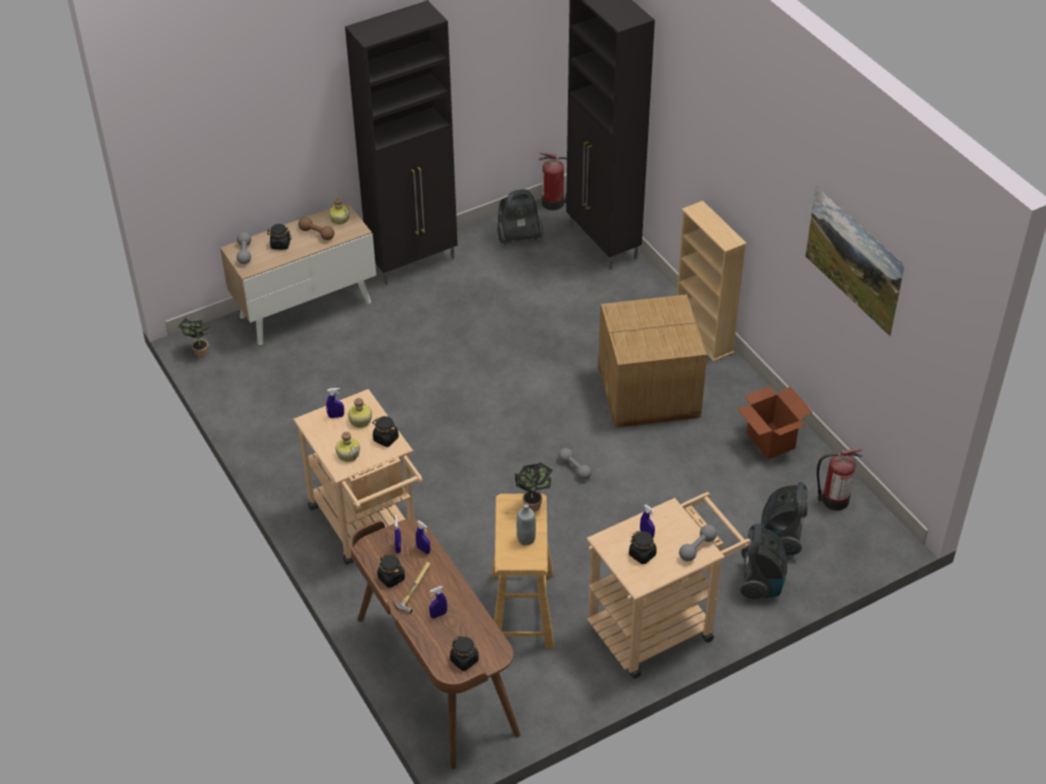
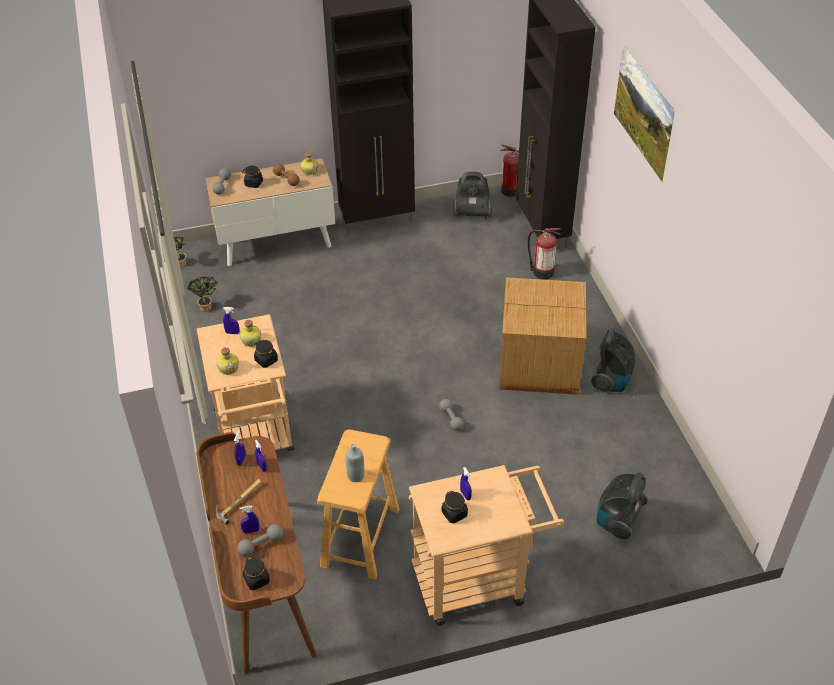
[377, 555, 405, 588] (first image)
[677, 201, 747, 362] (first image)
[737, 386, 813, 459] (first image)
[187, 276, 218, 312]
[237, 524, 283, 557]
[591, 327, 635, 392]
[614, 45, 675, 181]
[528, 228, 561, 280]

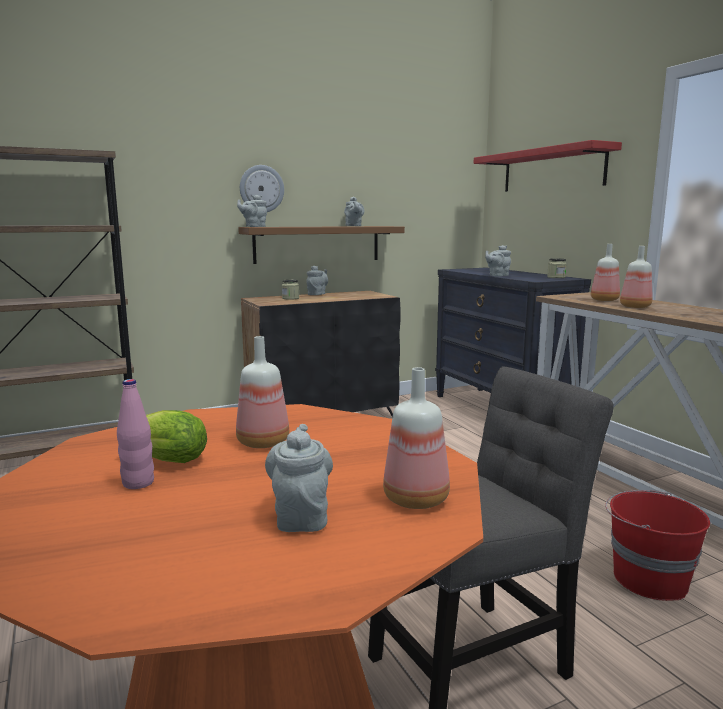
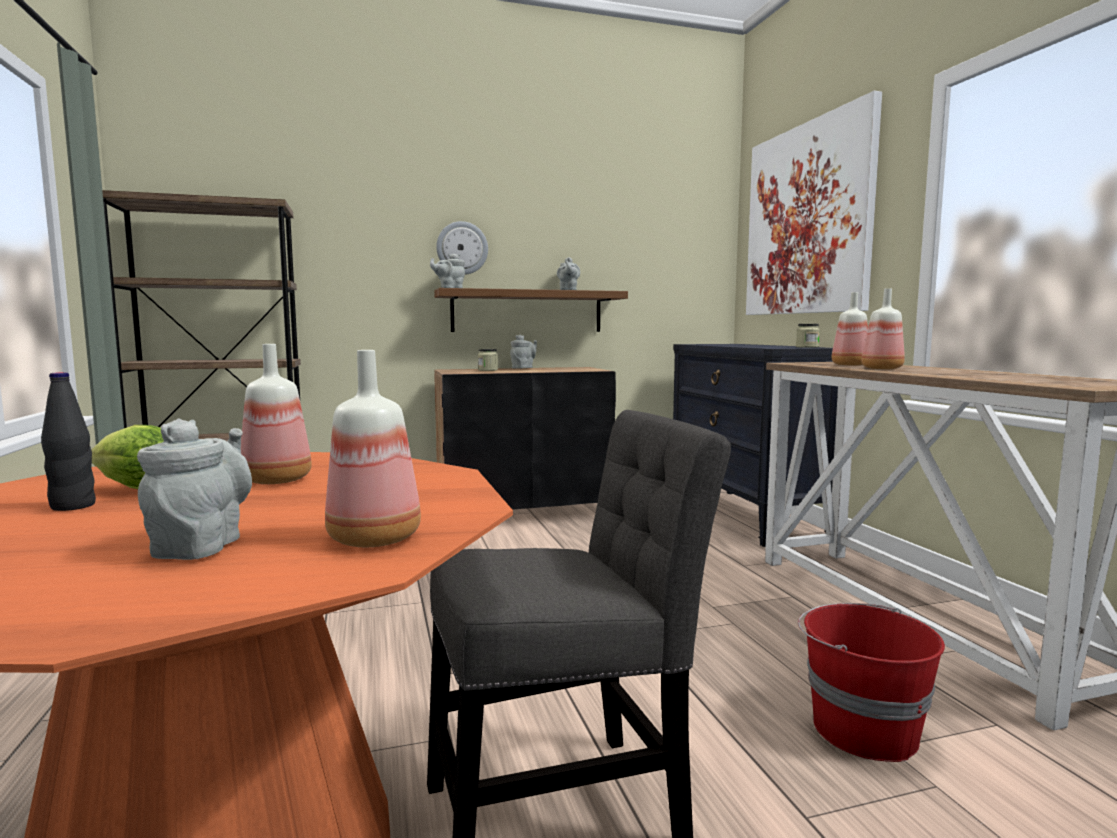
[485, 245, 511, 277] (first image)
[746, 91, 882, 315]
[41, 372, 96, 511]

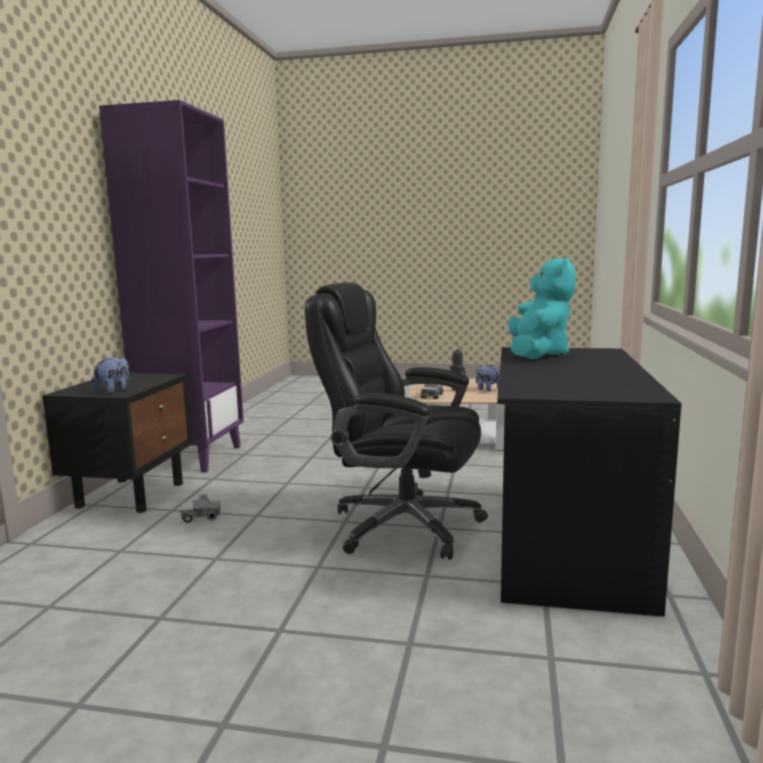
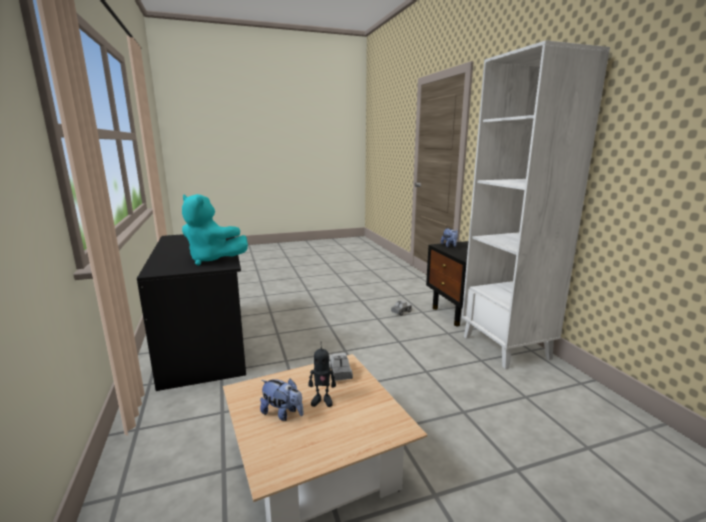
[305, 282, 488, 560] (first image)
[462, 40, 610, 369]
[182, 194, 248, 266]

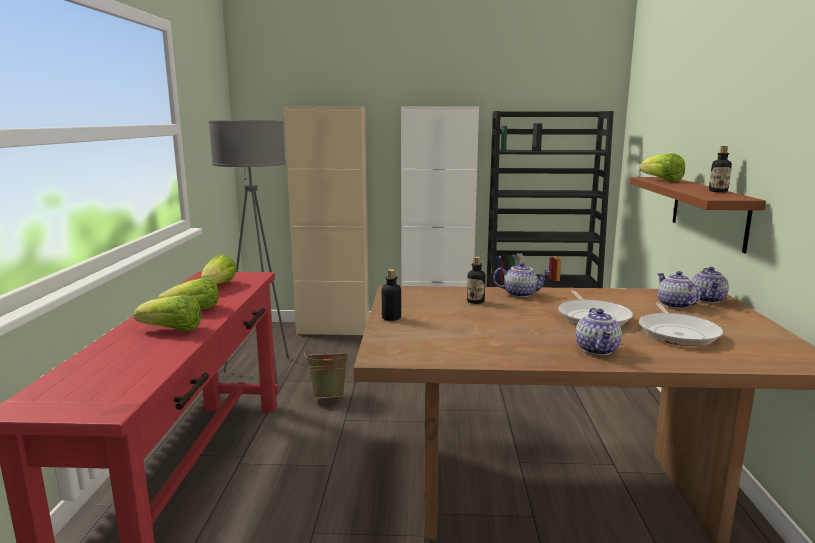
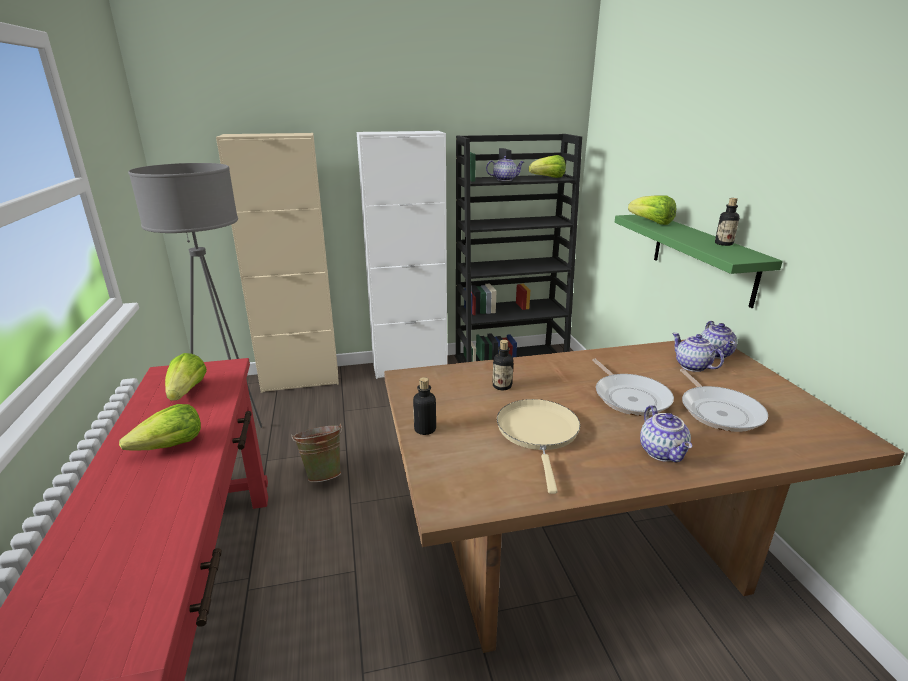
[497, 399, 580, 494]
[529, 155, 566, 178]
[486, 156, 524, 181]
[615, 215, 783, 308]

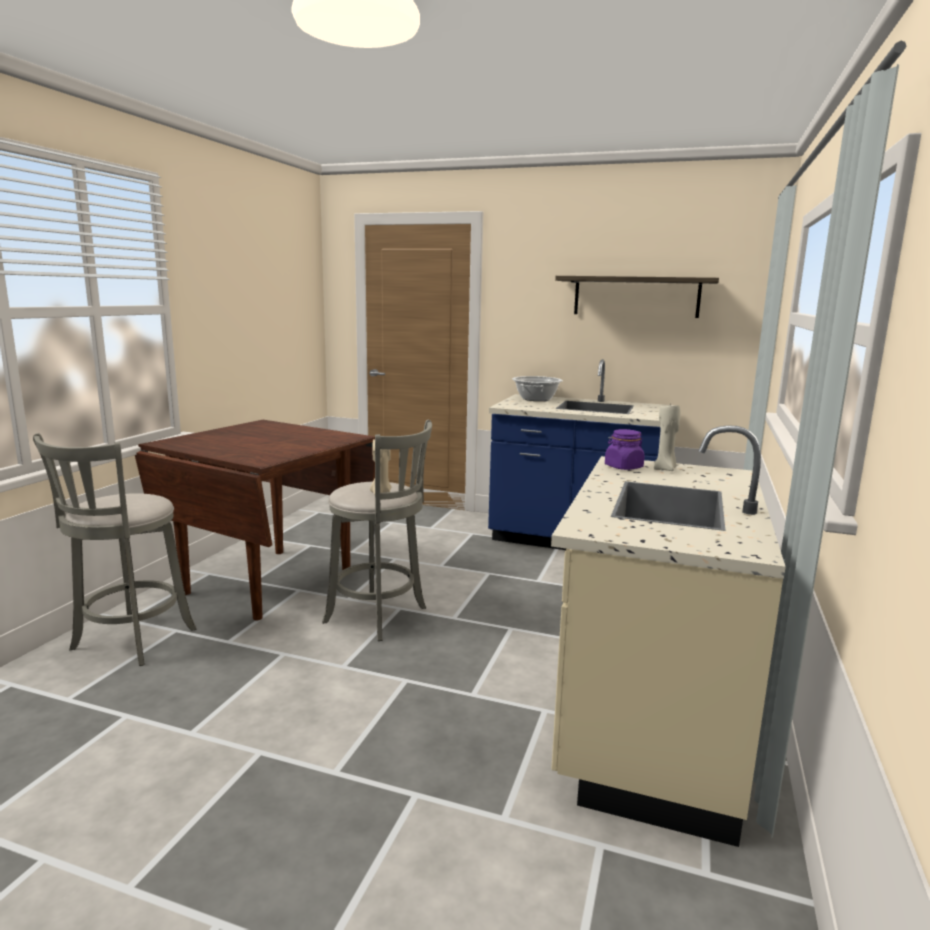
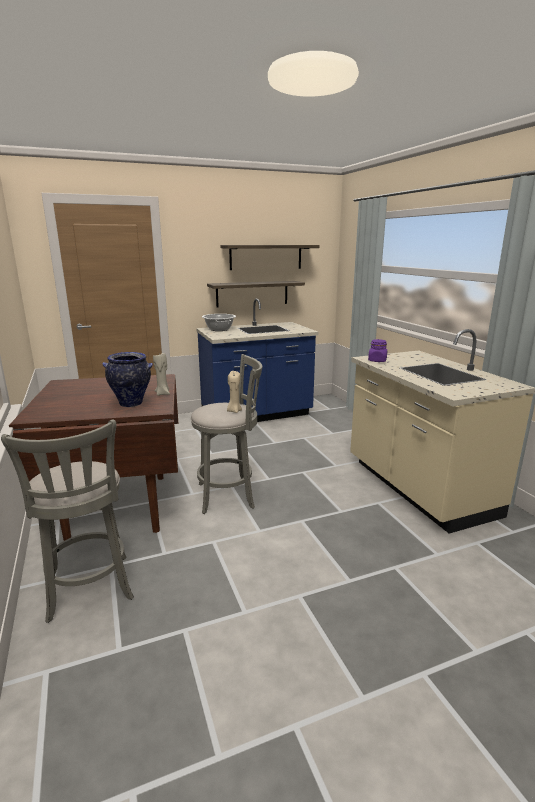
[103, 352, 153, 407]
[207, 281, 305, 307]
[153, 353, 170, 396]

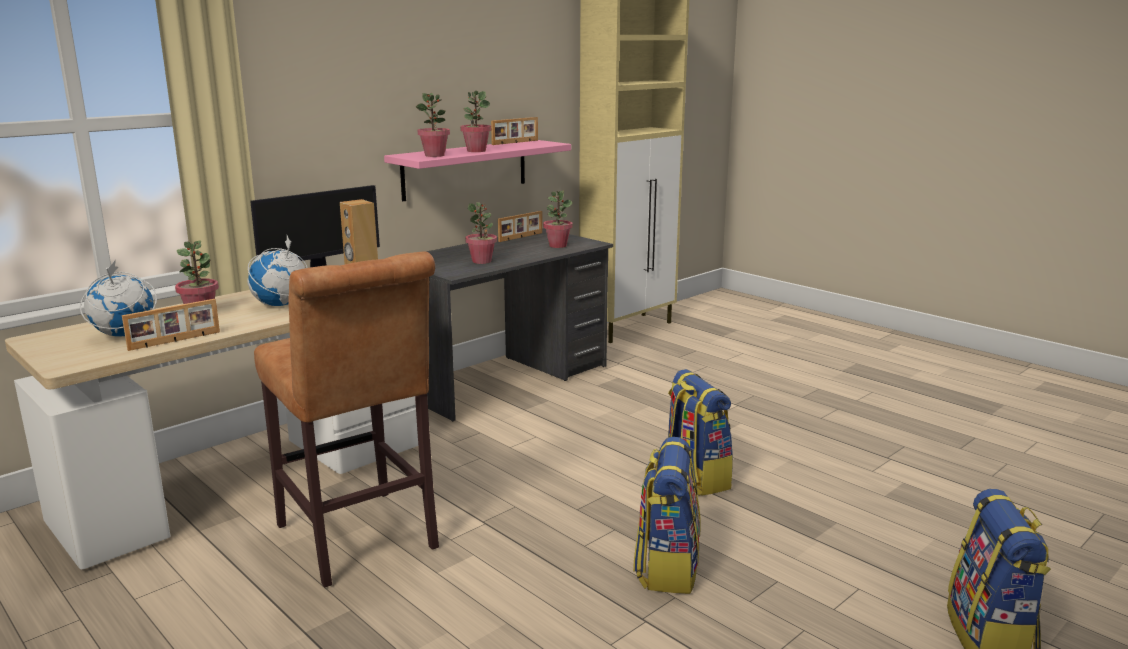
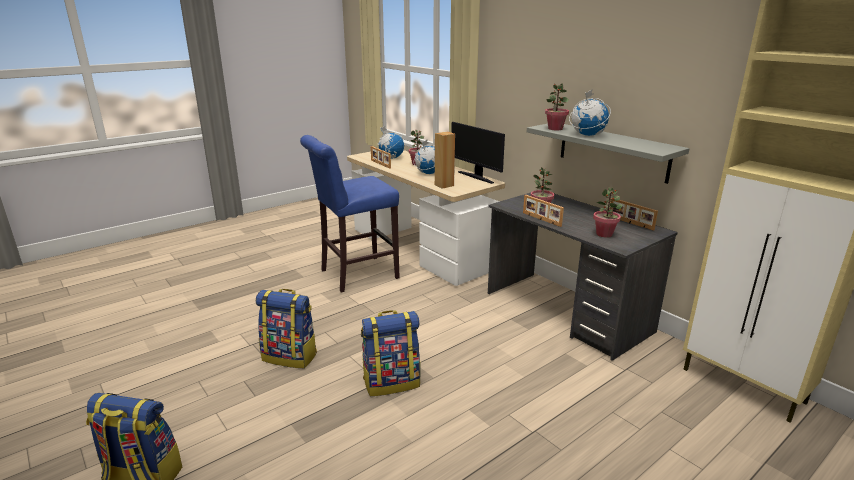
[523, 195, 564, 227]
[569, 89, 611, 136]
[300, 135, 400, 293]
[527, 124, 690, 184]

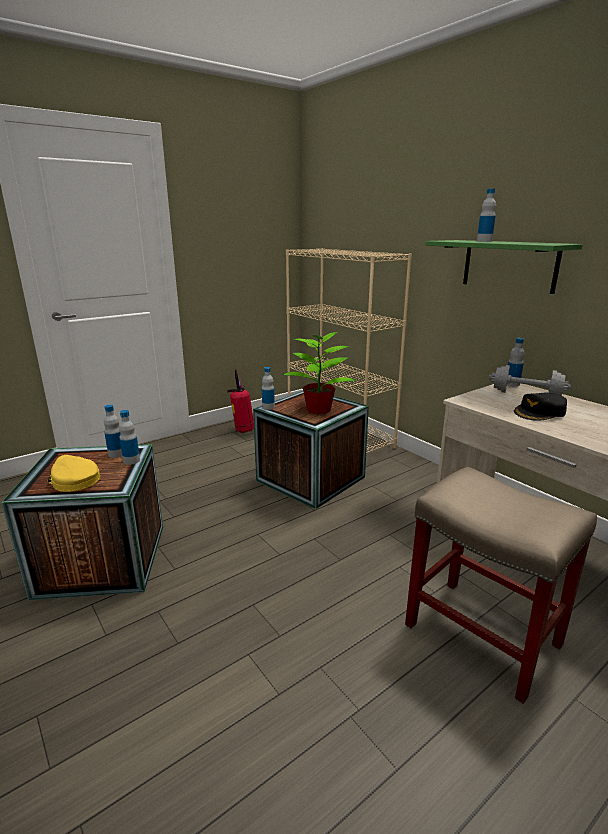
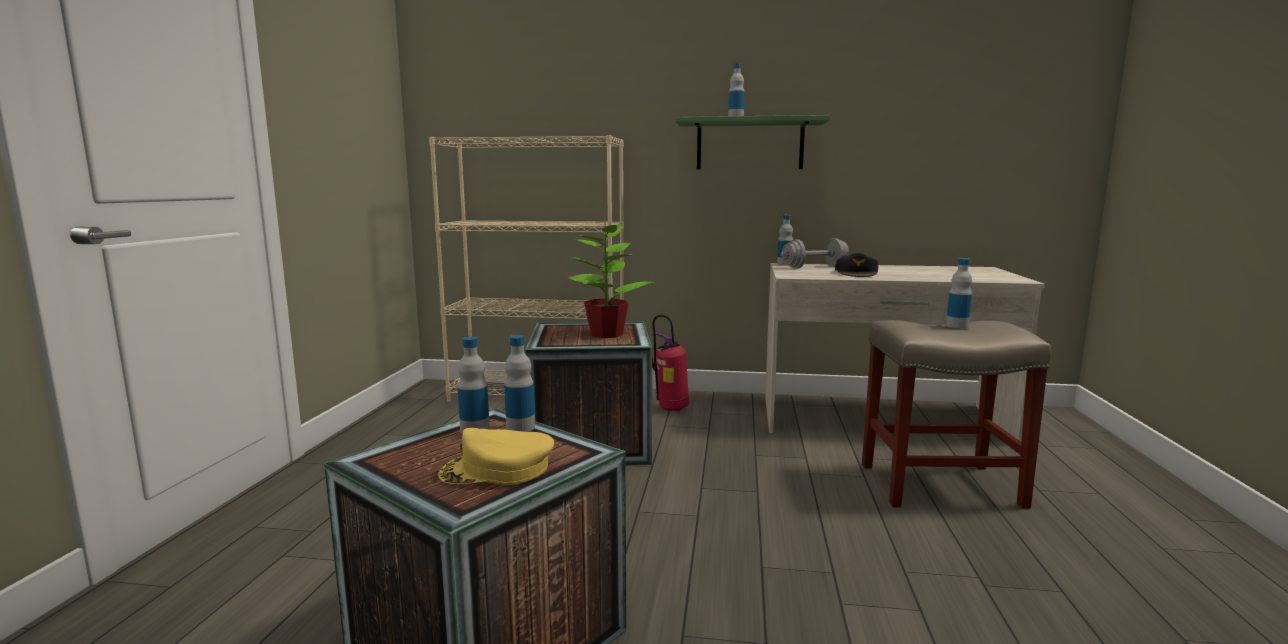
[652, 314, 689, 412]
[946, 258, 972, 328]

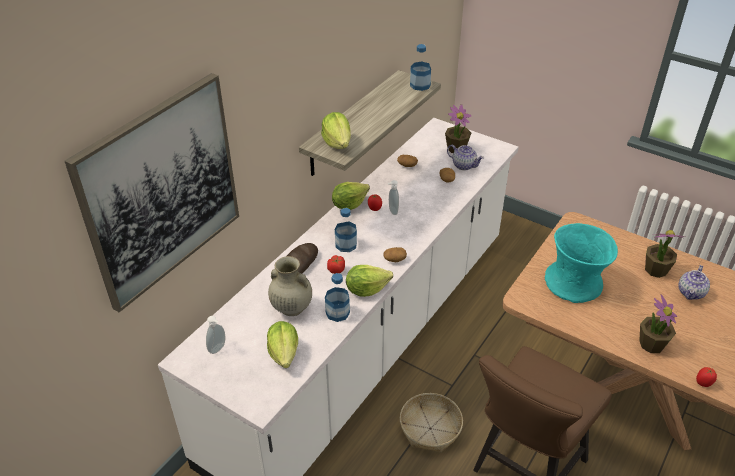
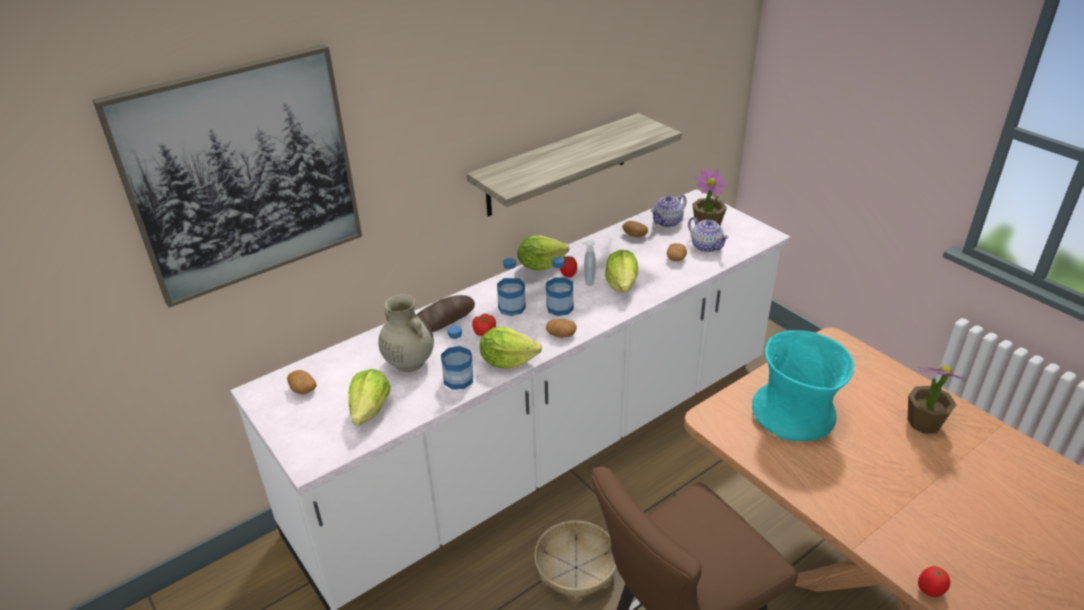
[639, 294, 677, 353] (first image)
[605, 250, 638, 292]
[546, 257, 574, 316]
[651, 194, 686, 227]
[287, 370, 316, 394]

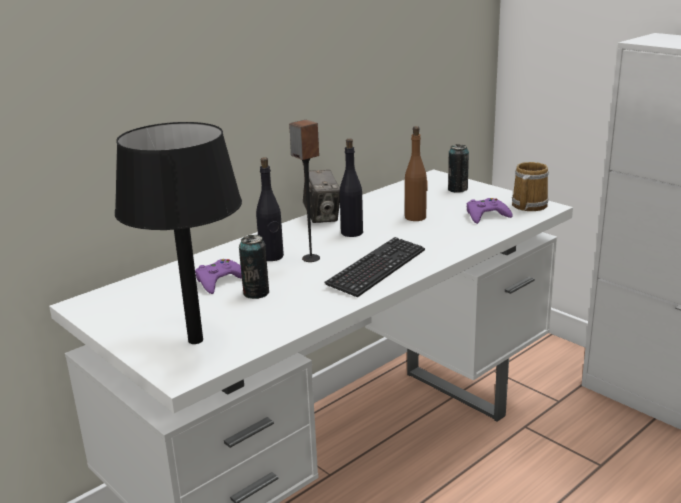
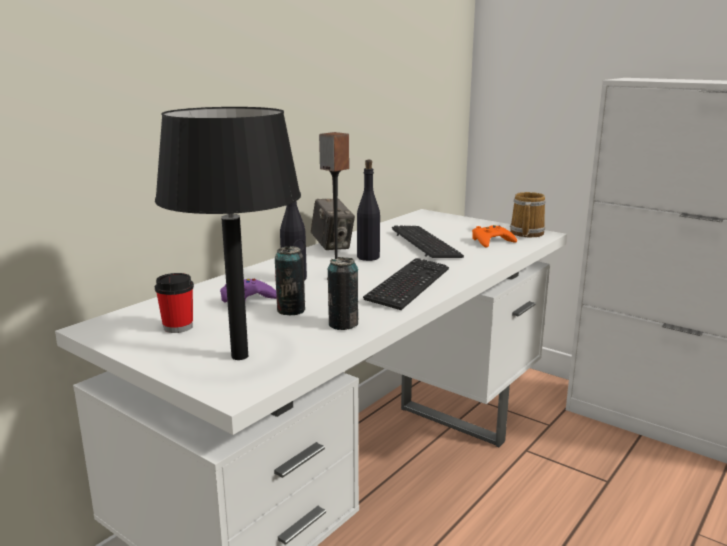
[155, 273, 194, 333]
[328, 257, 358, 330]
[392, 225, 464, 258]
[472, 225, 517, 248]

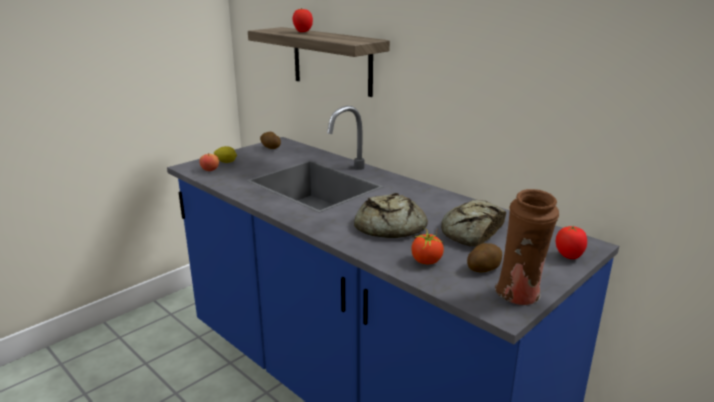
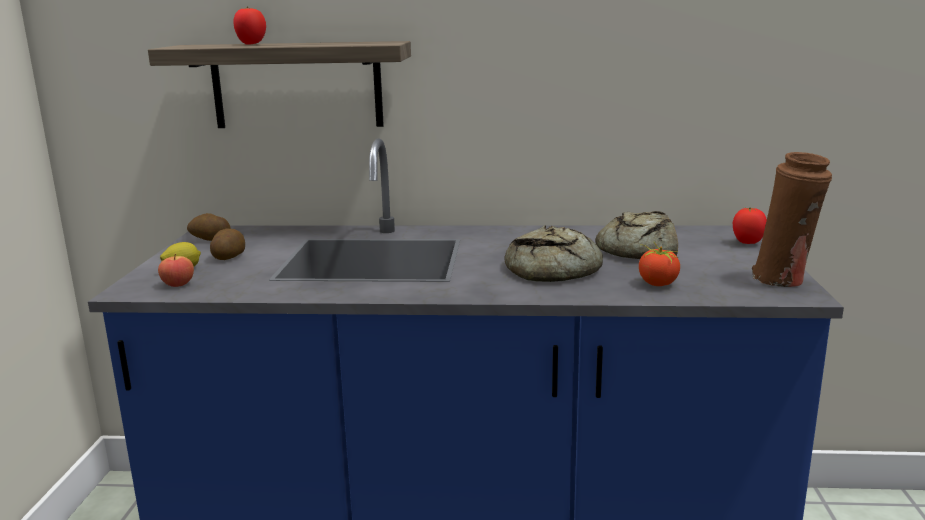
[210, 229, 245, 260]

